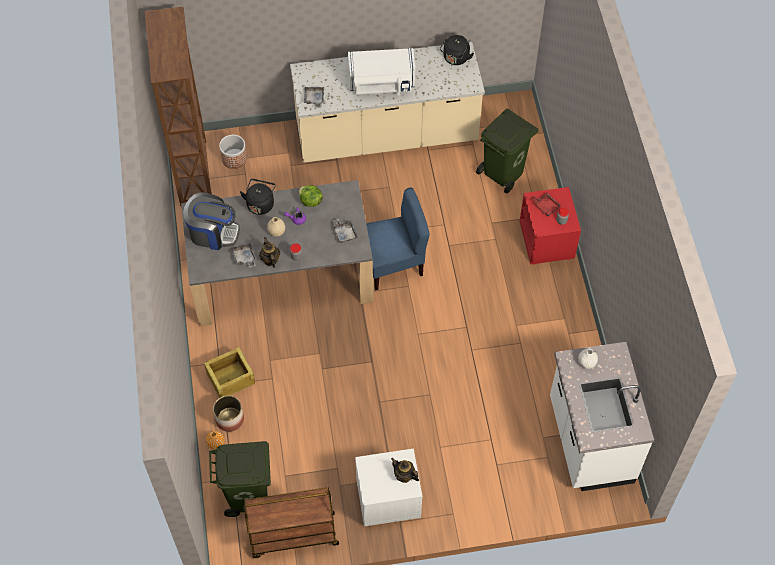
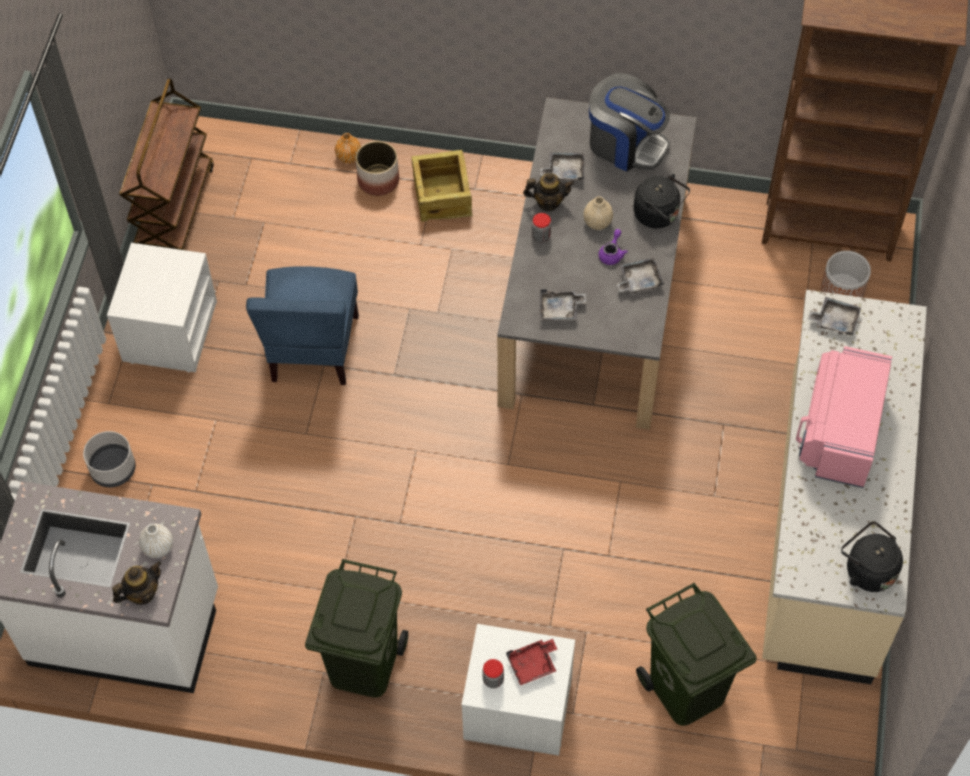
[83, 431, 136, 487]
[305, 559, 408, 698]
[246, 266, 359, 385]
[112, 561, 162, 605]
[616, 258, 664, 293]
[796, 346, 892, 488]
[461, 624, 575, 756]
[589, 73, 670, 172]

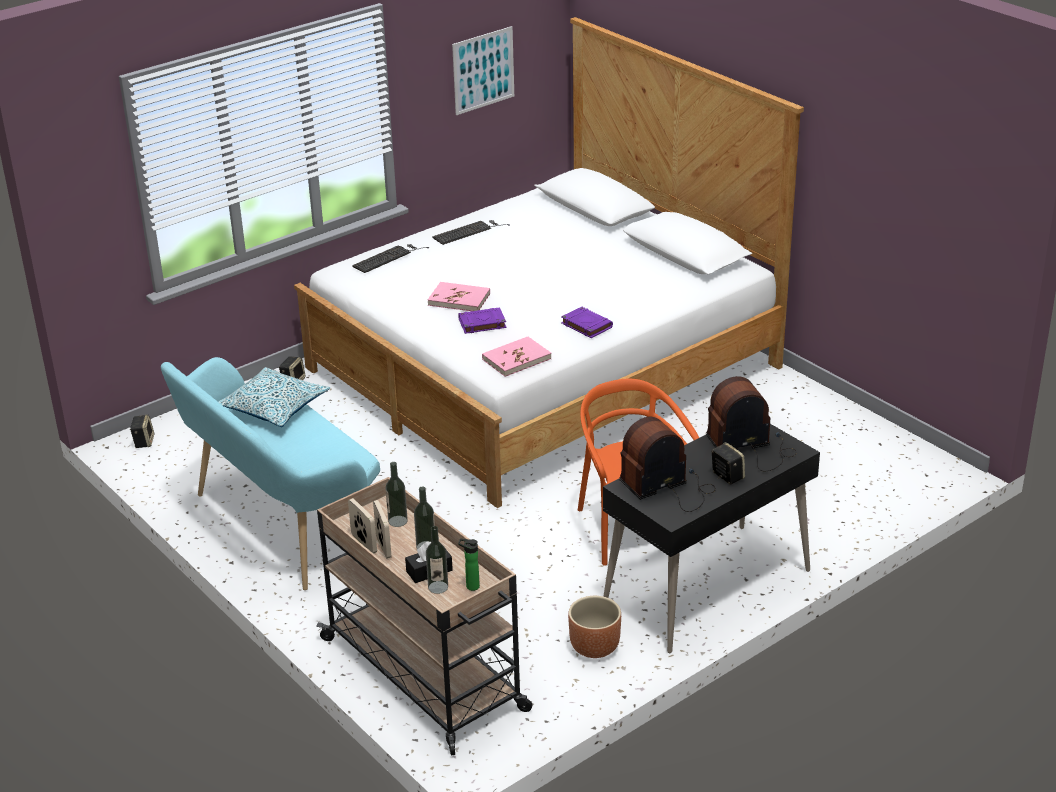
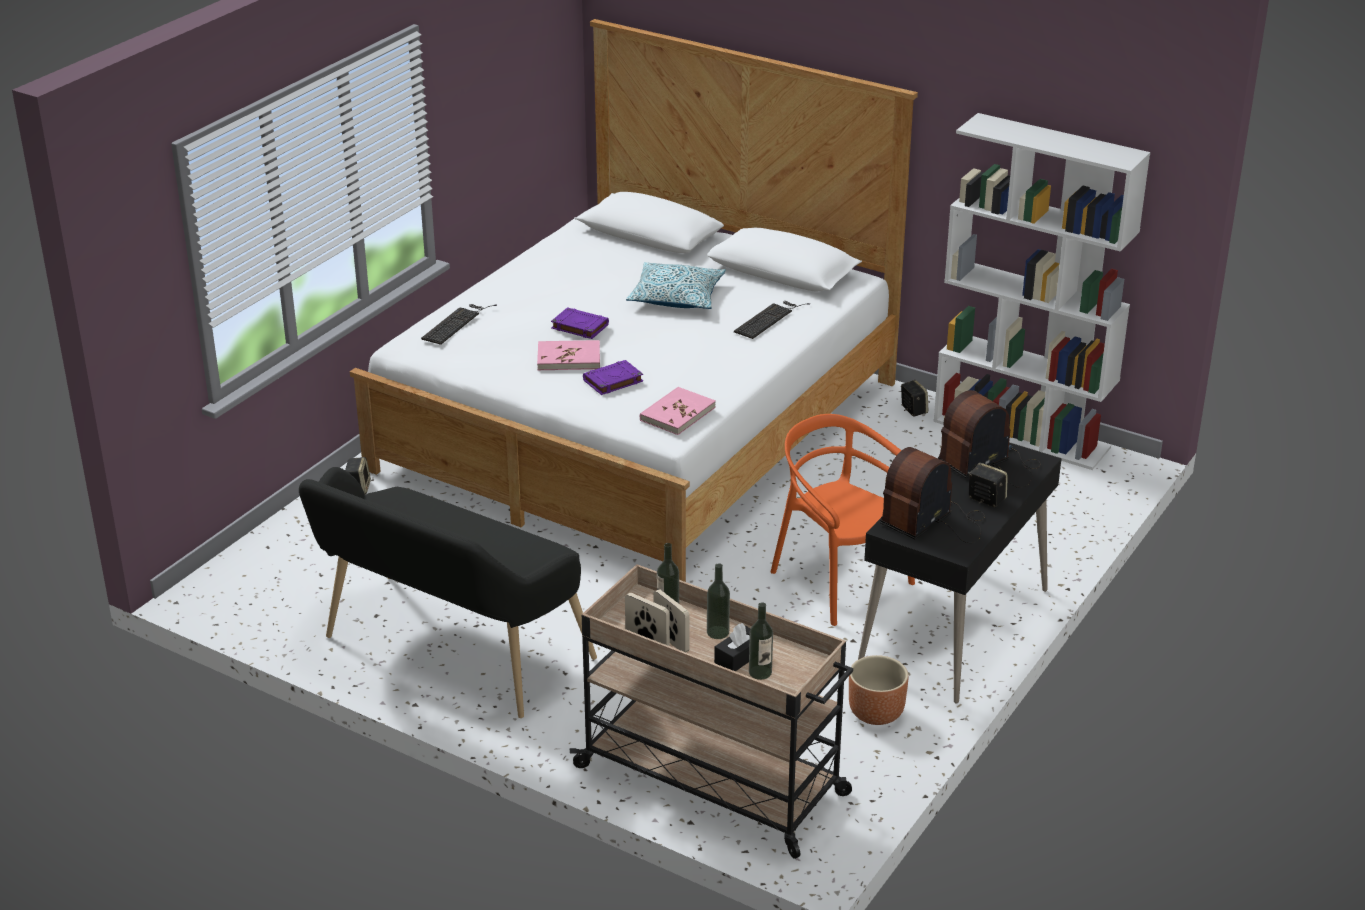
[452, 26, 514, 115] (first image)
[458, 538, 480, 591] (first image)
[933, 113, 1150, 470]
[901, 380, 928, 417]
[626, 262, 726, 309]
[734, 301, 810, 339]
[551, 307, 609, 339]
[299, 467, 597, 718]

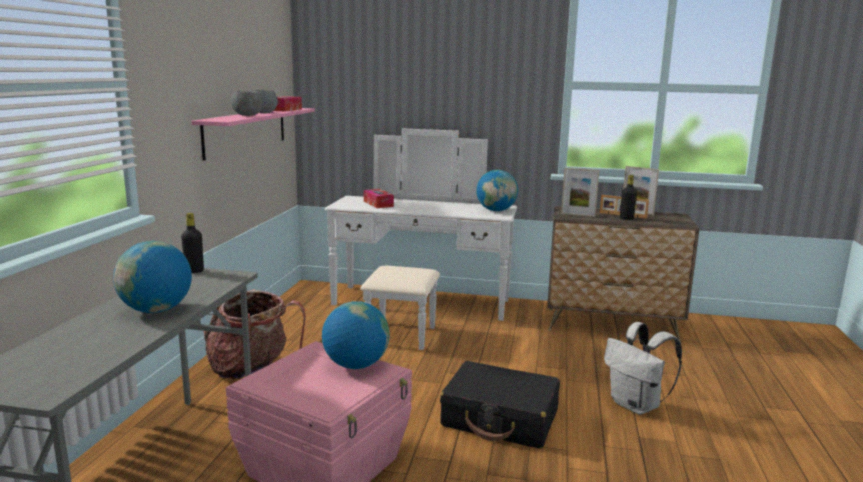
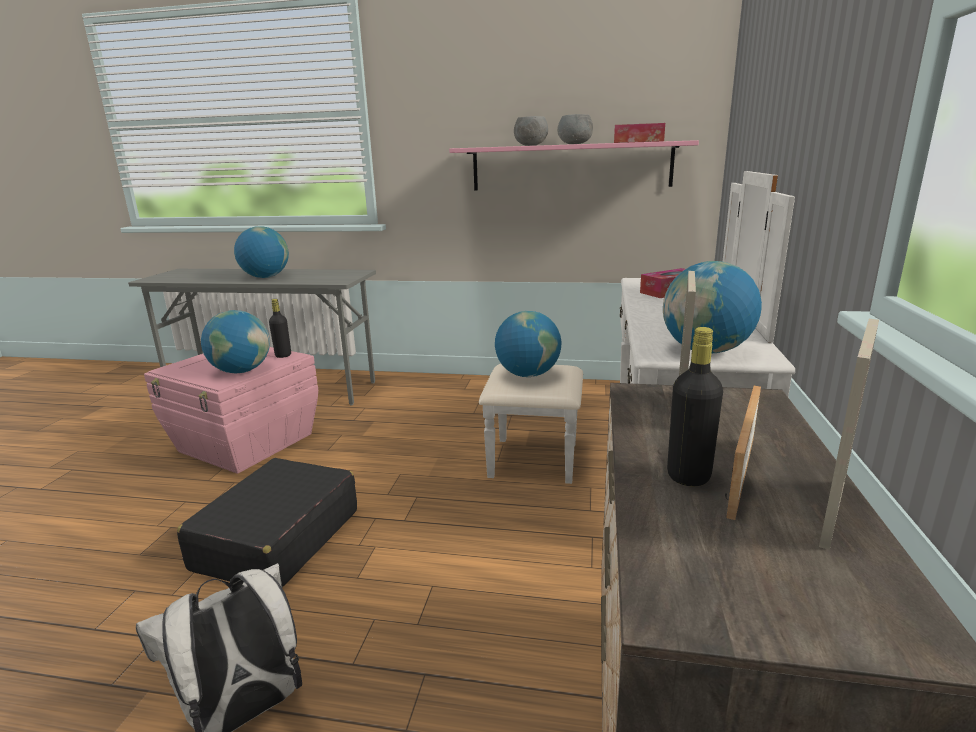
[204, 289, 306, 379] (first image)
[495, 311, 562, 377]
[269, 299, 291, 358]

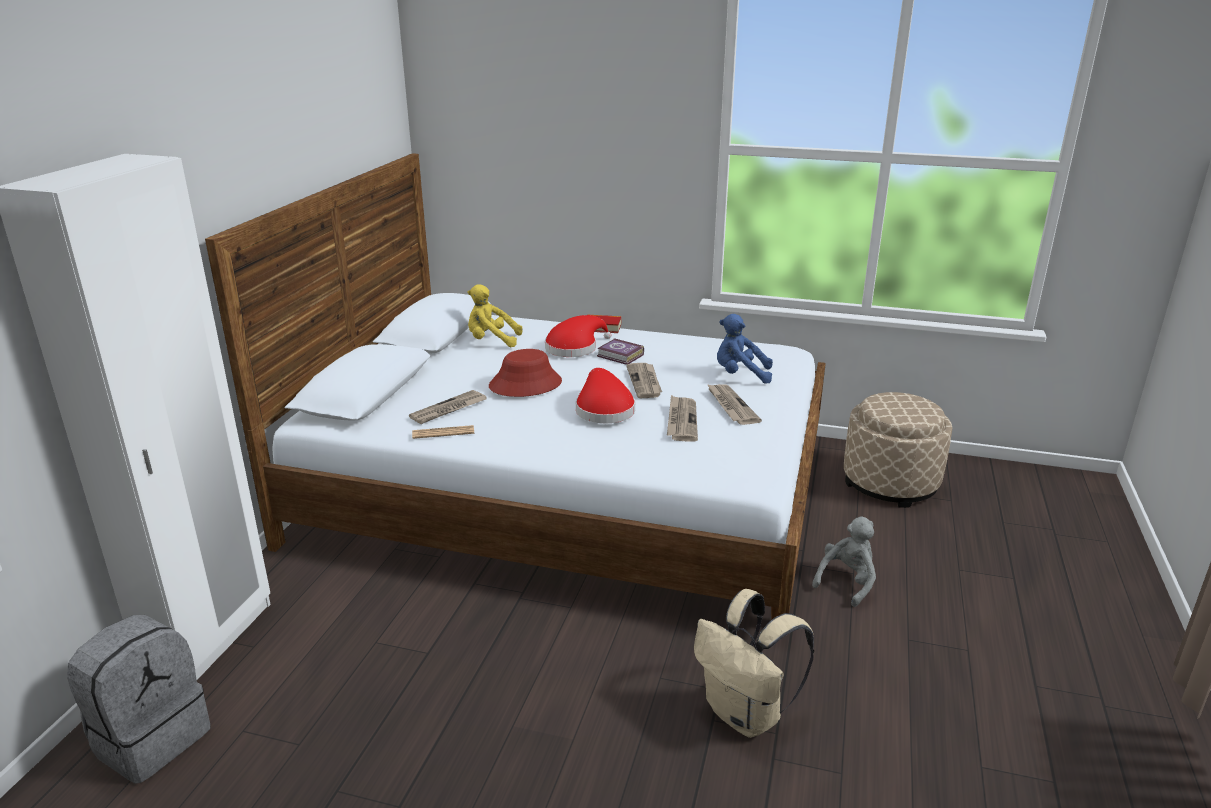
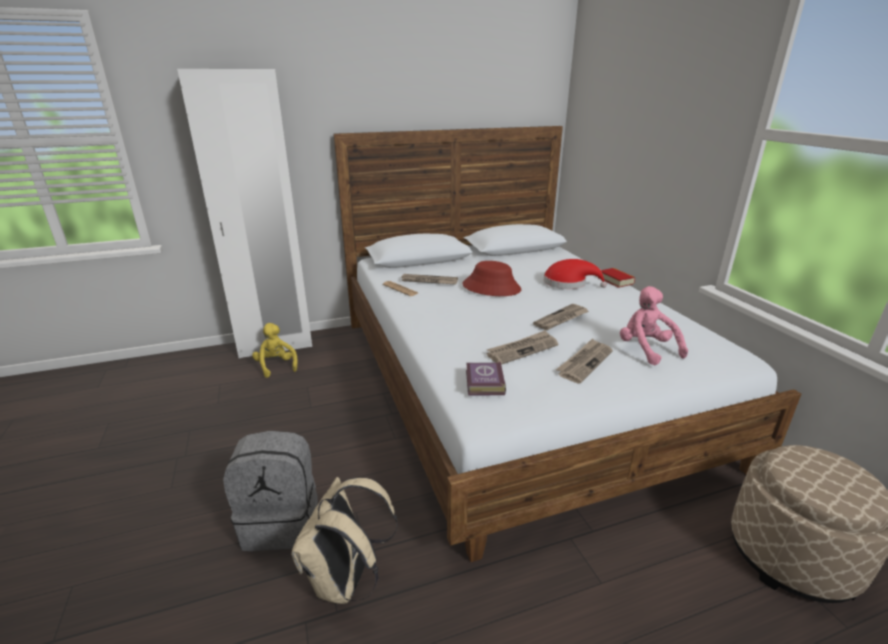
[576, 368, 635, 423] (first image)
[812, 516, 876, 607] (first image)
[223, 431, 318, 551]
[252, 323, 298, 378]
[466, 362, 506, 395]
[620, 286, 688, 365]

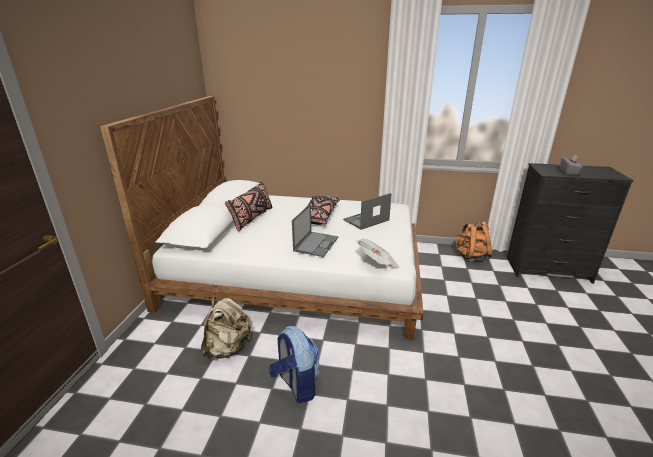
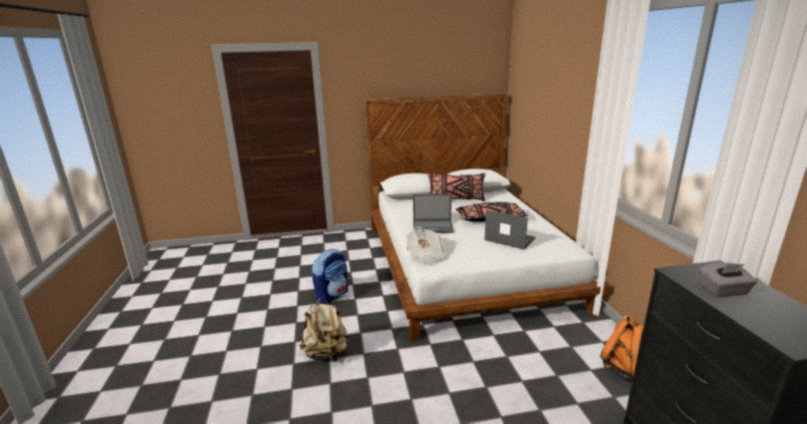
[299, 297, 349, 363]

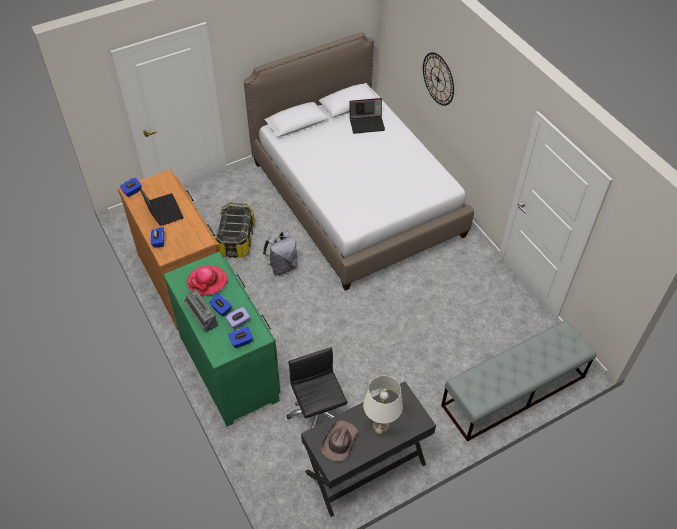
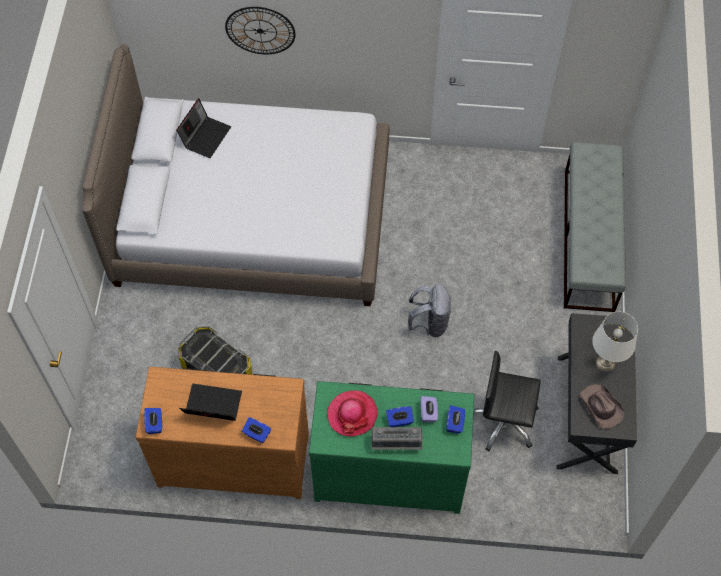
[408, 284, 451, 337]

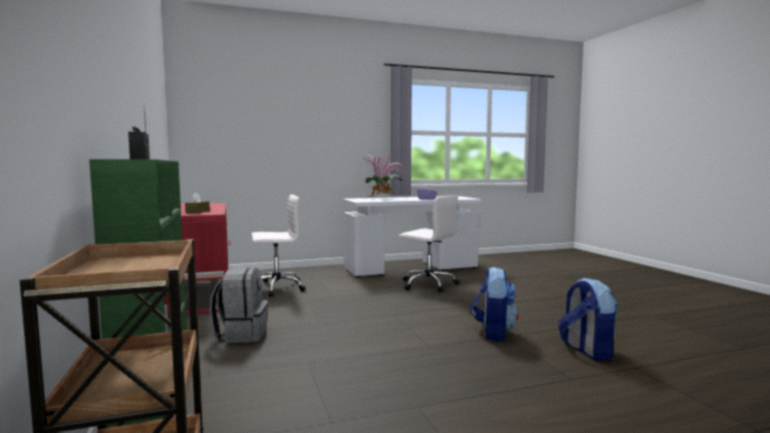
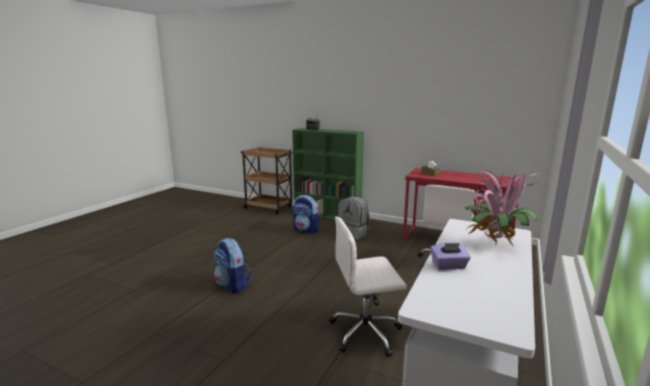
[293, 195, 319, 234]

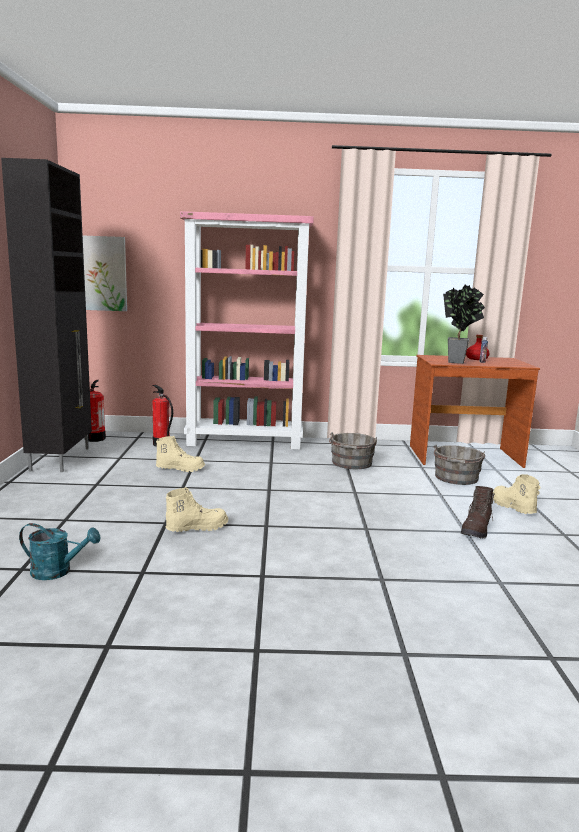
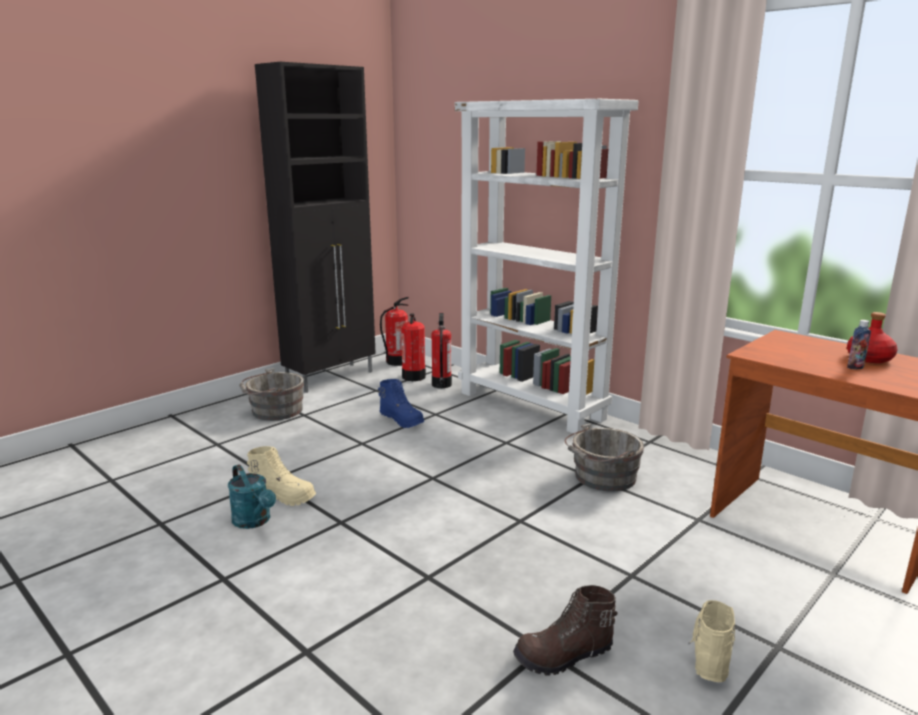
[83, 236, 127, 311] (first image)
[443, 285, 485, 364] (first image)
[401, 313, 426, 381]
[228, 464, 276, 529]
[239, 368, 304, 421]
[378, 379, 424, 428]
[455, 99, 639, 433]

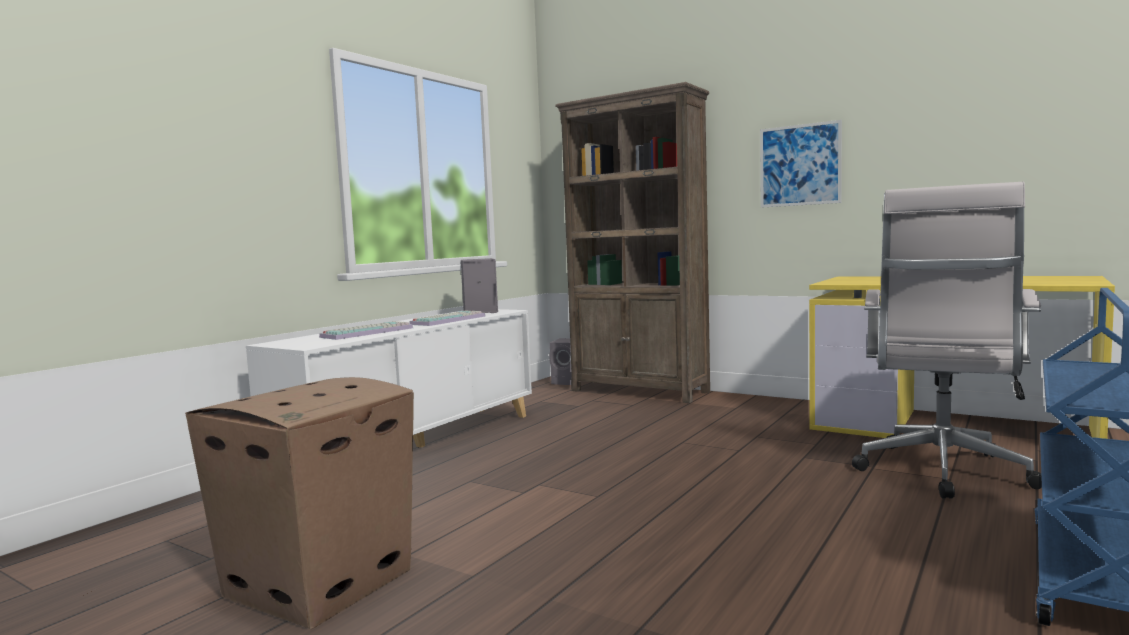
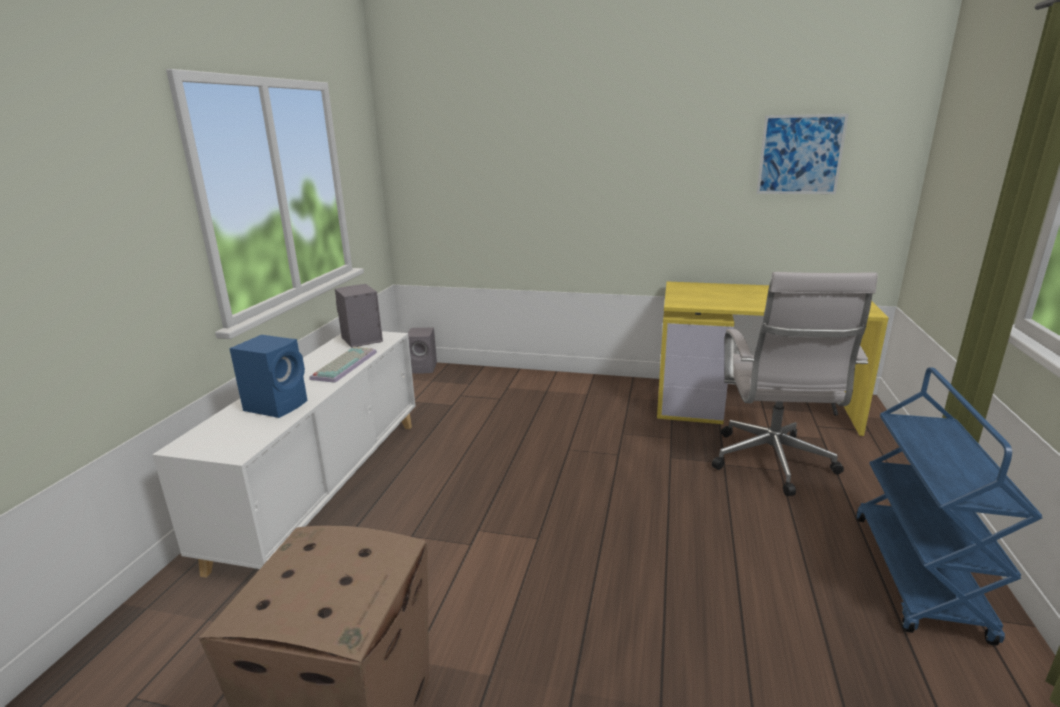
[555, 82, 710, 403] (first image)
[756, 114, 849, 194]
[229, 335, 307, 418]

